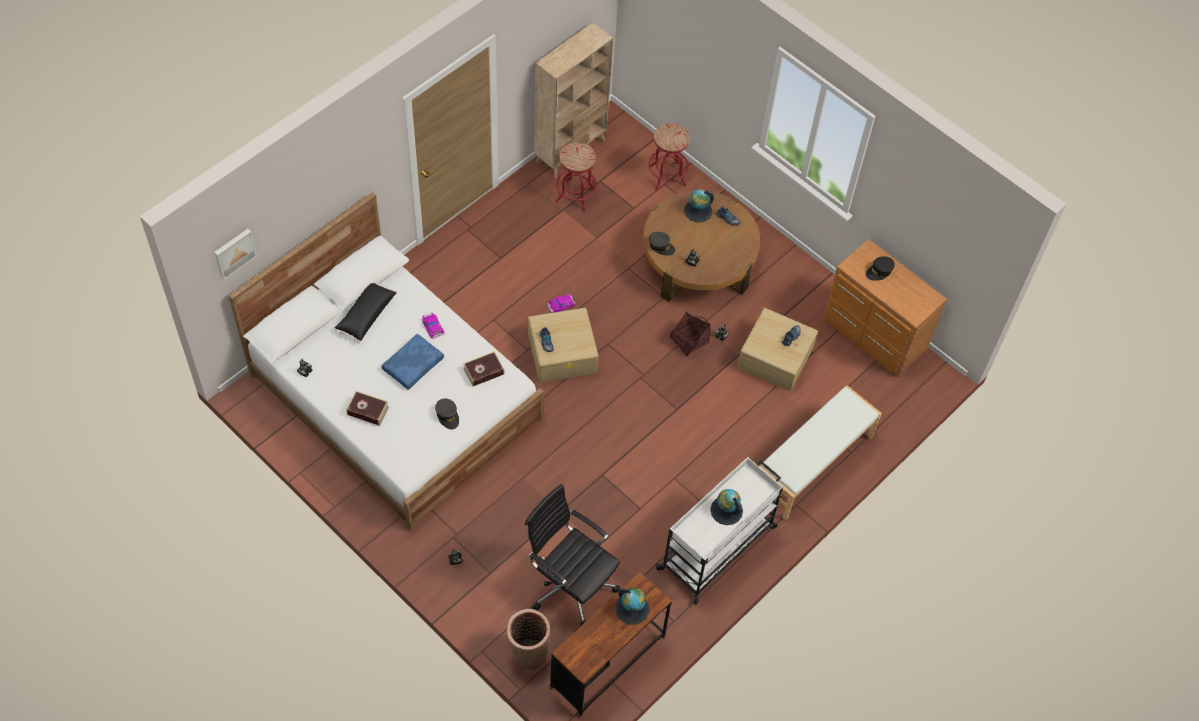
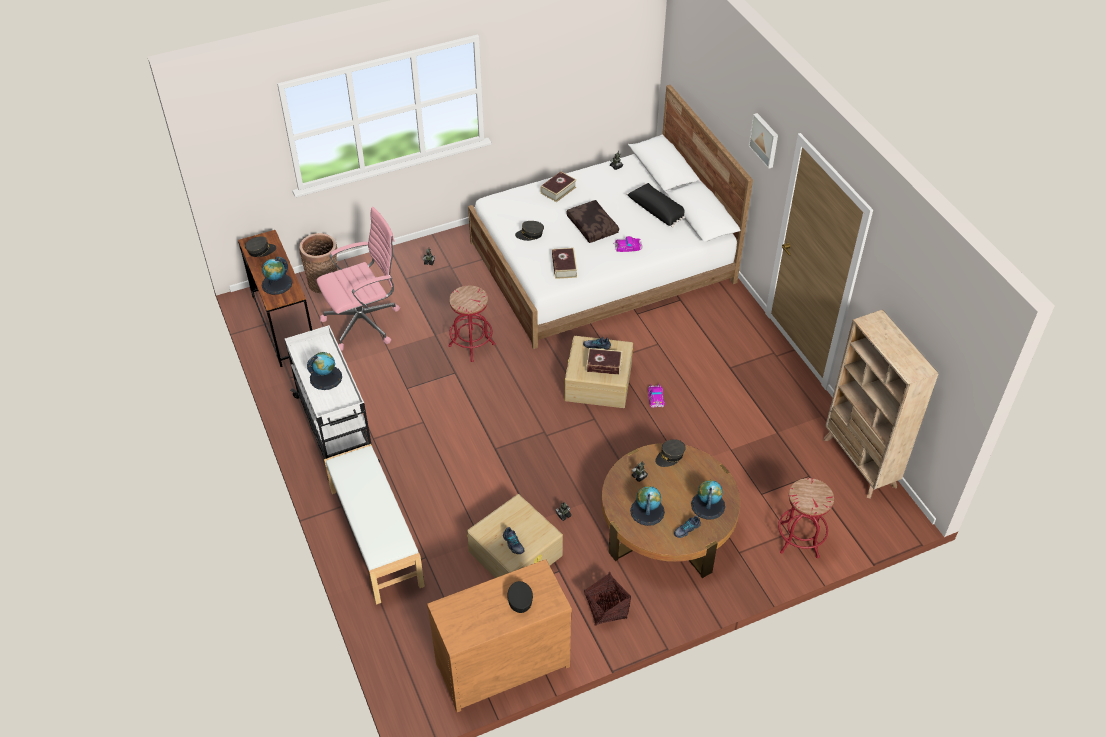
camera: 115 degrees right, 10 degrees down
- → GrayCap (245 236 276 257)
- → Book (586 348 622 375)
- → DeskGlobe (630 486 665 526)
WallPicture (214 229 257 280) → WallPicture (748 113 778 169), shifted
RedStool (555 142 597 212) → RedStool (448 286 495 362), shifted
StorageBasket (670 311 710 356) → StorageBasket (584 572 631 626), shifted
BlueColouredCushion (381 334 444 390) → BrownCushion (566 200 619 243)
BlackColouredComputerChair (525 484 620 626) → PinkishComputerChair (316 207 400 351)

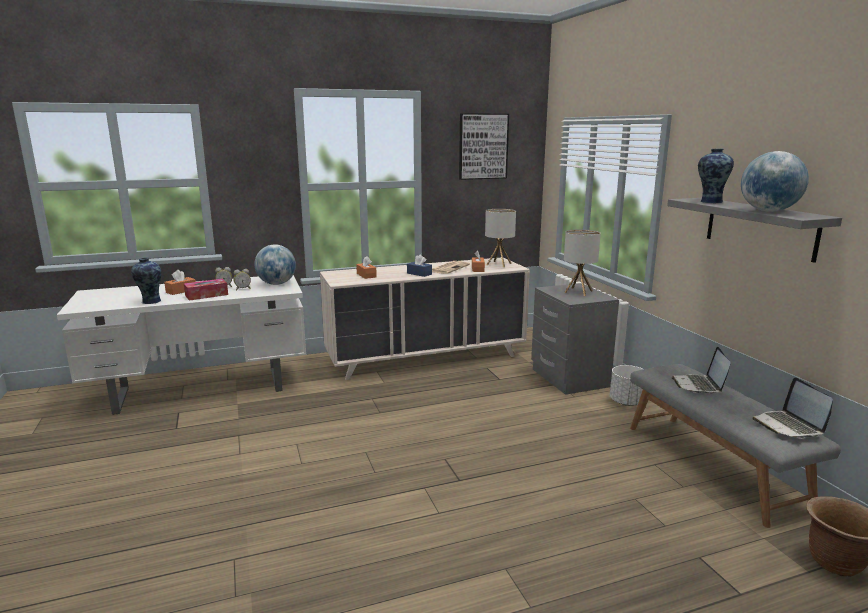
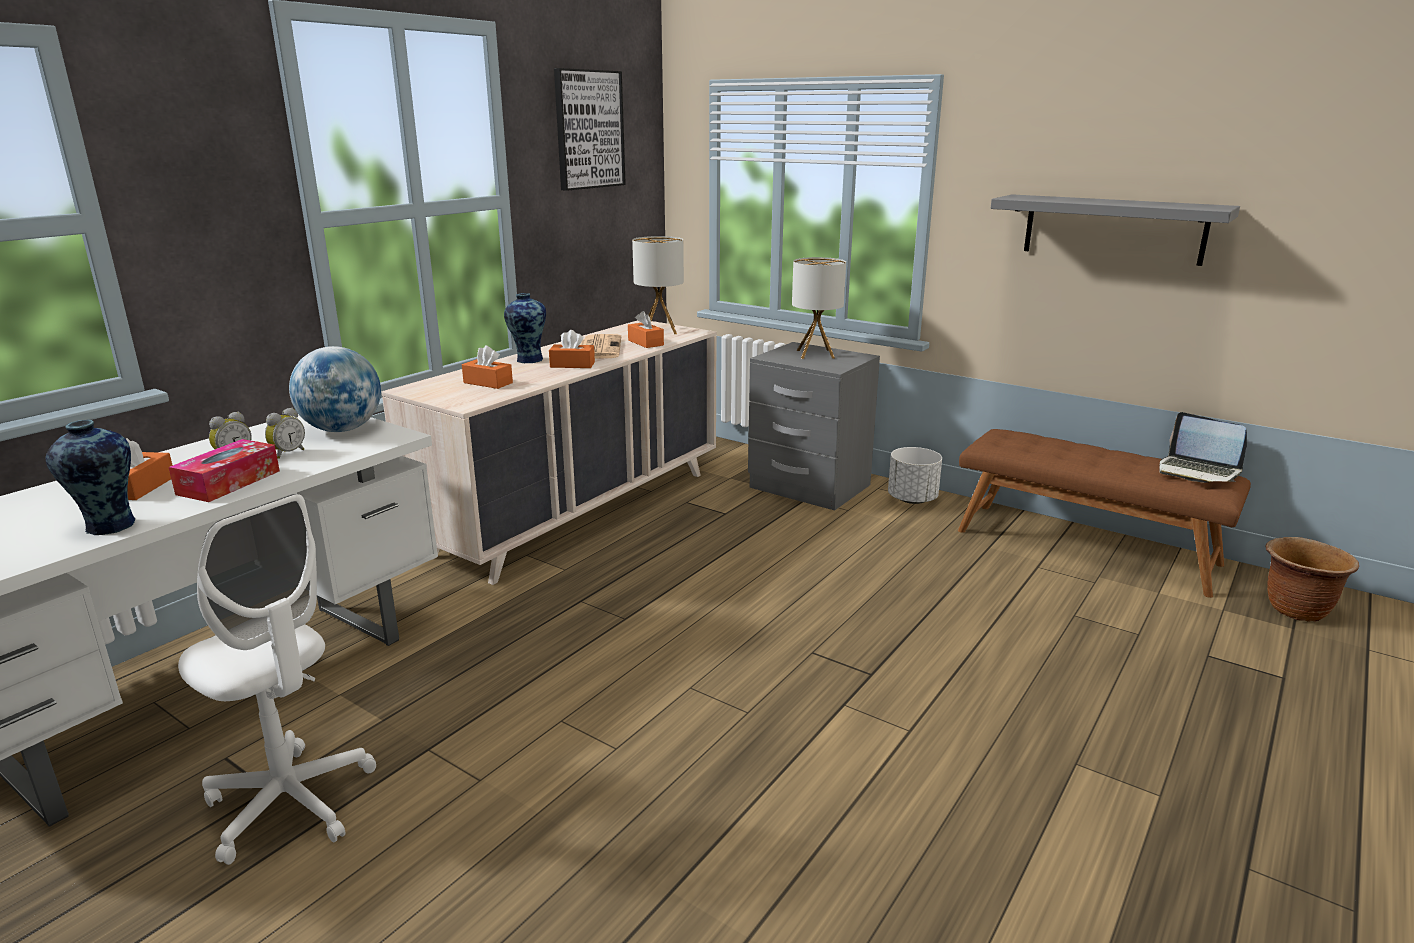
camera: 35 degrees left, 5 degrees up
Laptop (672 347 731 393) → -
DeskGlobe (741 151 809 212) → -
- → WhiteColouredComputerChair (178 494 376 865)
Vase (698 149 734 203) → Vase (504 293 546 363), shifted
BlueColouredTissueBox (407 255 432 277) → OrangeTissueBox (549 330 595 368)
GrayIndoorBench (630 364 841 528) → BrownIndoorBench (958 429 1251 598)

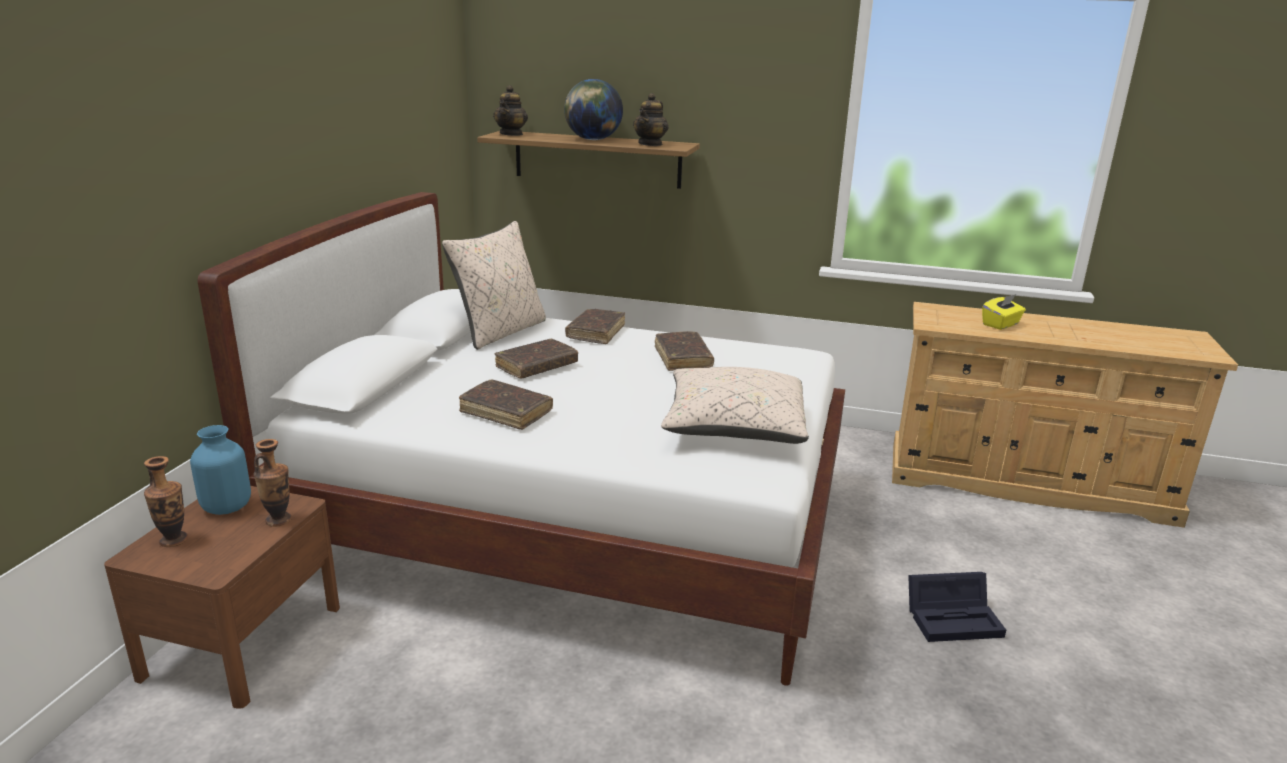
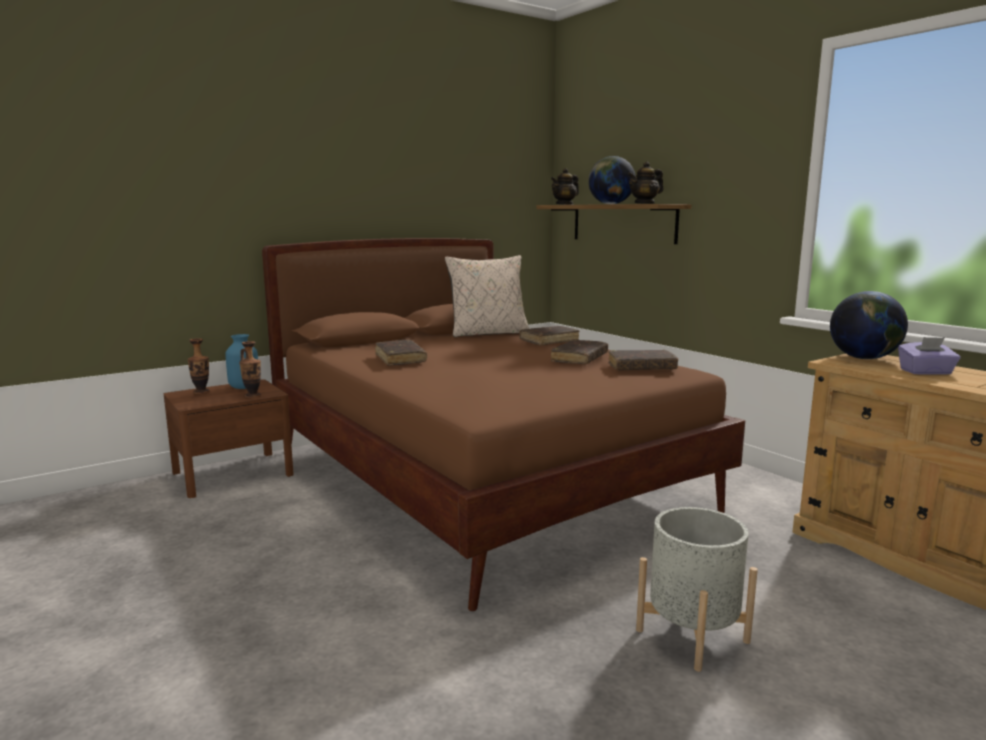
camera: 40 degrees right, 10 degrees down
SandColouredCushion (661 367 809 444) → -
- → DeskGlobe (830 291 908 359)
BrownBook (495 339 578 378) → BrownBook (608 350 678 371), shifted
BlackColouredStorageContainer (908 572 1006 642) → GrayFlowerPot (636 507 758 672)
WhiteColouredBedroomBed (198 192 845 686) → BrownBedroomBed (262 238 745 611)
YellowColouredTissueBox (982 294 1026 330) → PurpleTissueBox (898 337 960 375)

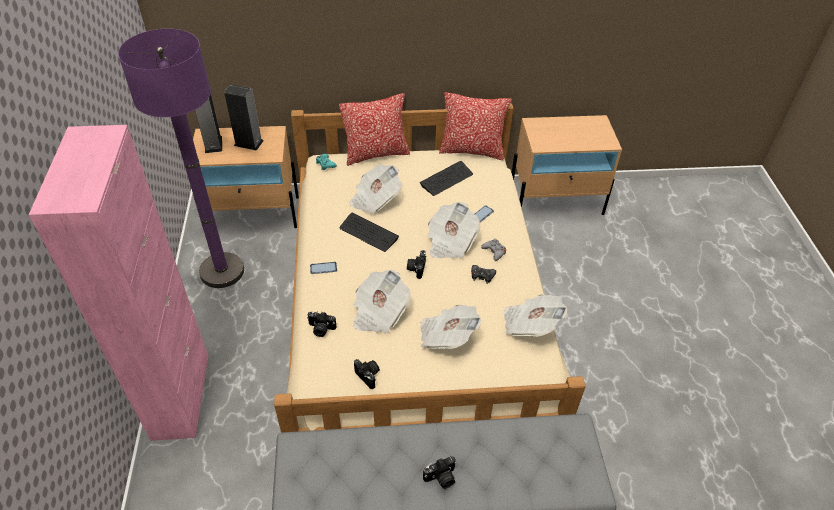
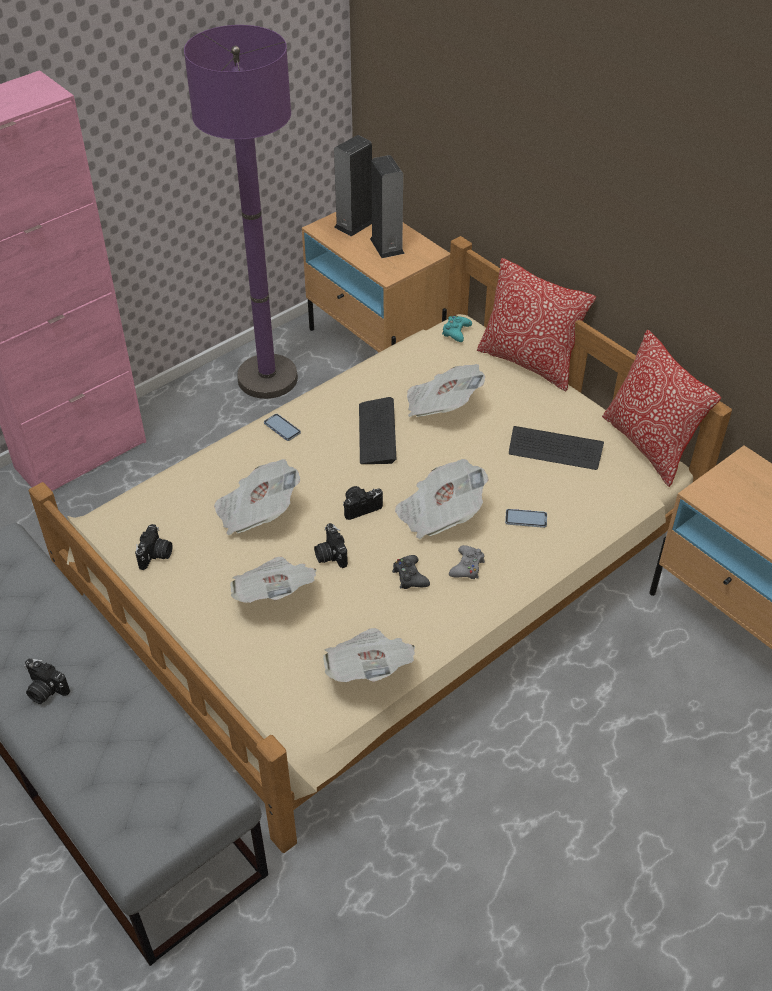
camera: 55 degrees right, 0 degrees up
PhotoCamera (307 311 337 337) → PhotoCamera (314 523 348 568), shifted

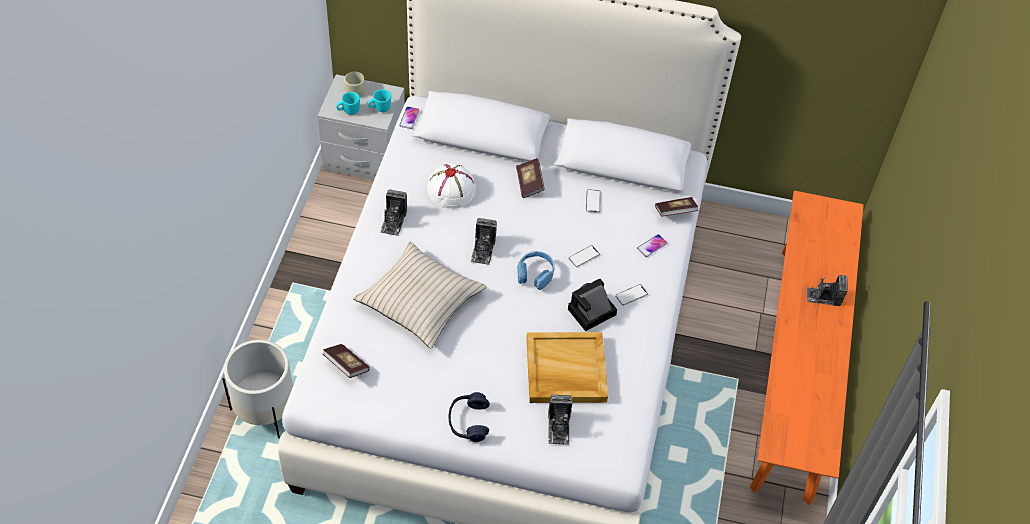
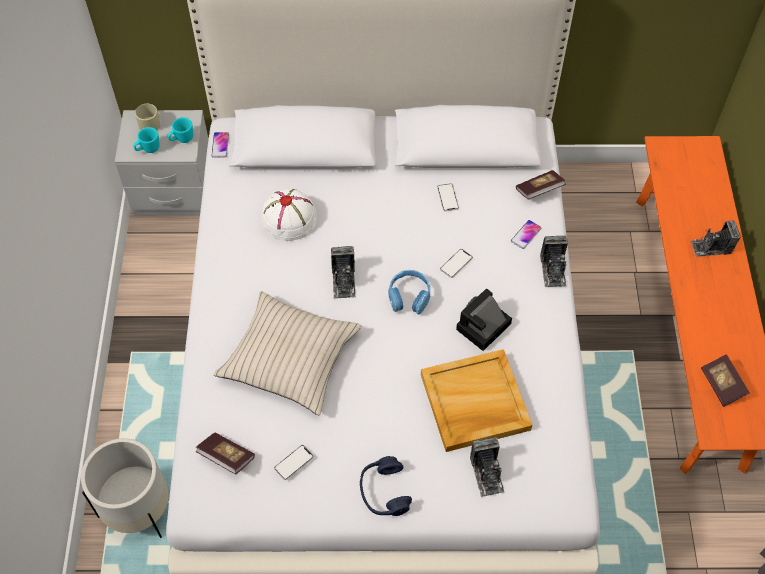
camera: 10 degrees left, 5 degrees up
PhotoCamera (380 189 407 236) → PhotoCamera (540 236 568 287), shifted
Book (516 158 545 198) → Book (701 354 750 407), shifted
Handset (615 284 648 306) → Handset (274 445 314 480), shifted

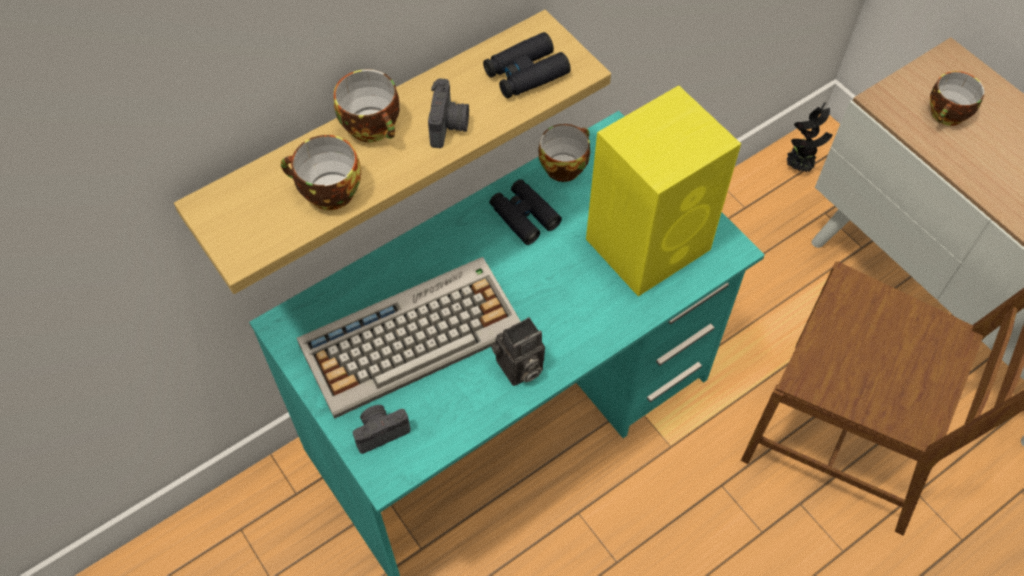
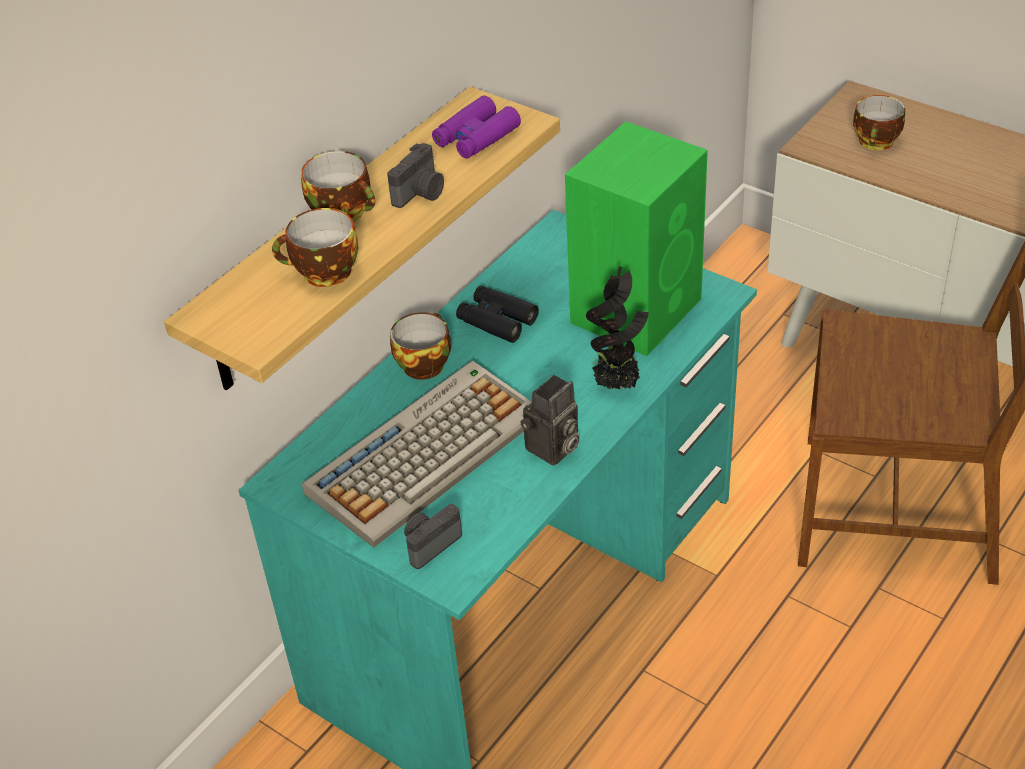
camera: 15 degrees left, 15 degrees down
SmallCup (538 124 590 182) → SmallCup (390 313 451 380), shifted
PottedPlant (787 102 833 172) → PottedPlant (586 266 649 389), shifted
BlackColouredFieldGlasses (483 32 571 98) → PurpleFieldGlasses (432 95 521 159)
YellowColouredAudioSpeaker (586 85 741 296) → GreenColouredAudioSpeaker (565 121 708 356)
PhotoCamera (428 78 469 148) → PhotoCamera (387 143 444 208), 45 degrees clockwise

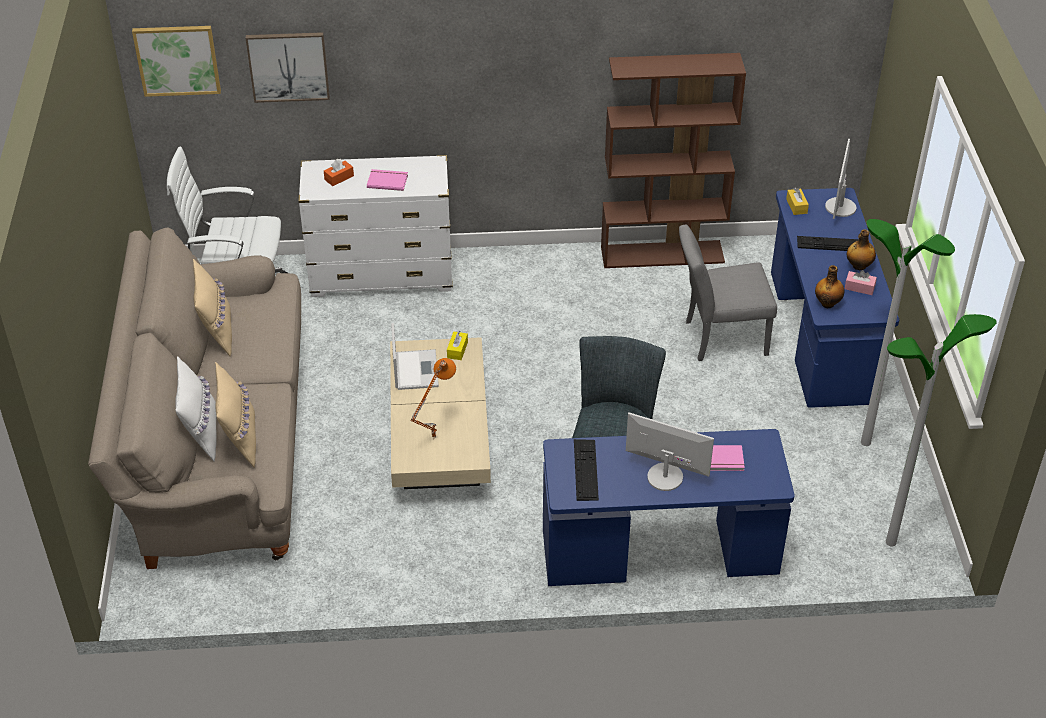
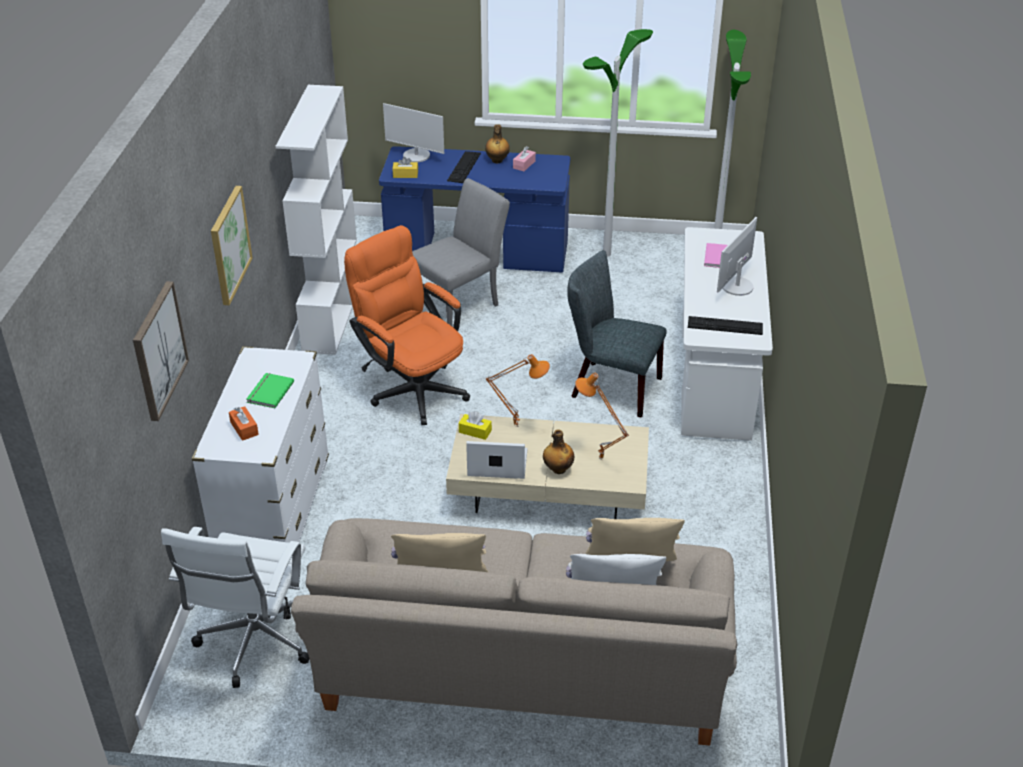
camera: 80 degrees left, 5 degrees down
- → OrangeComputerChair (344 225 470 425)
- → OrangeTableLamp (485 354 550 427)
WallPicture (132 26 221 97) → WallPicture (211 186 253 305), shifted
Bottle (815 265 844 308) → Bottle (543 429 574 474), shifted
PinkishBook (367 169 408 191) → GreenColouredBook (247 373 294 408)
BlueColouredDesk (543 429 795 586) → WhiteColouredDesk (681 227 773 441)
BrownBookcase (601 53 746 268) → WhiteColouredBookcase (275 85 357 355)
GrayChair (679 225 777 361) → GrayChair (412 178 510 326), 135 degrees counterclockwise

